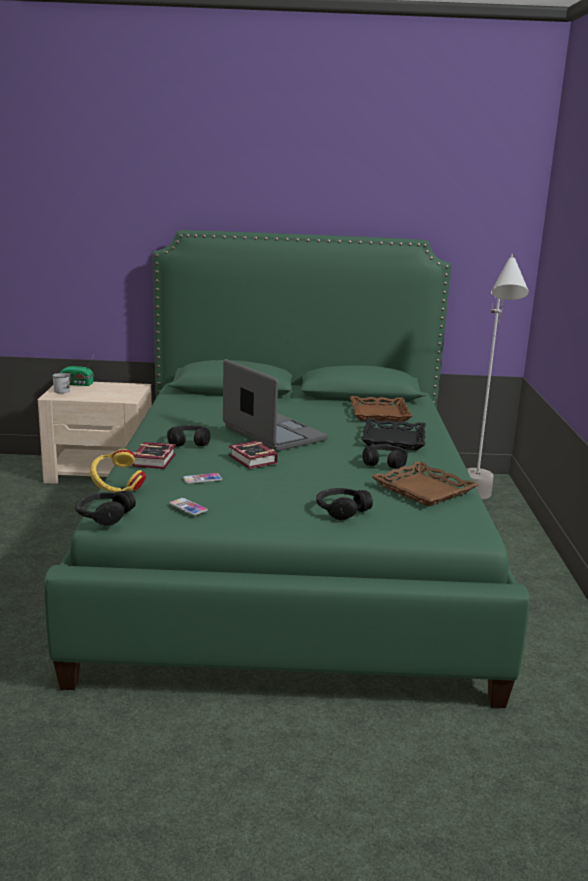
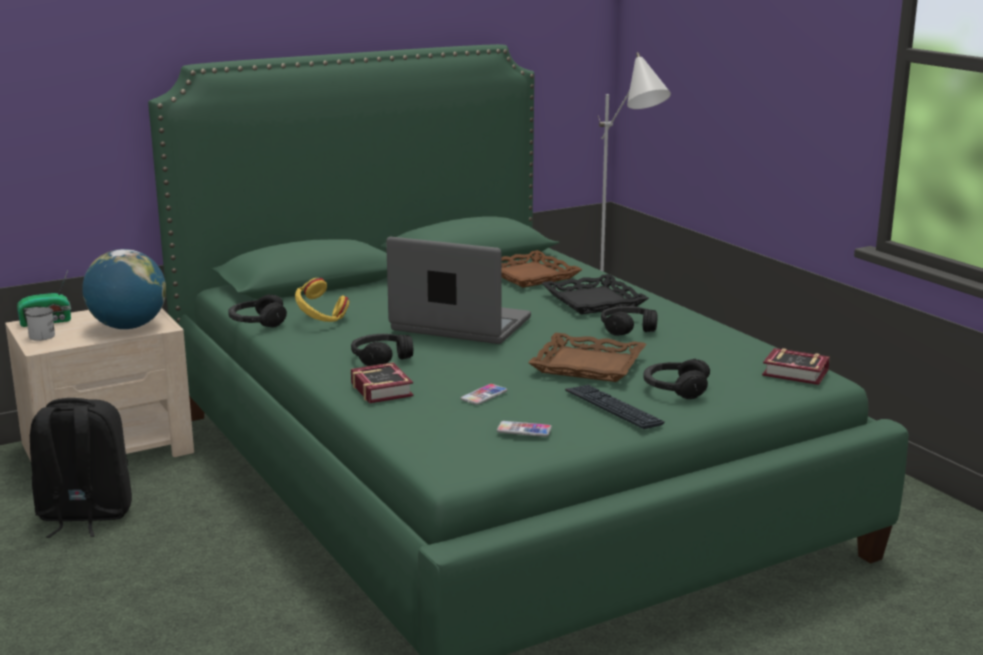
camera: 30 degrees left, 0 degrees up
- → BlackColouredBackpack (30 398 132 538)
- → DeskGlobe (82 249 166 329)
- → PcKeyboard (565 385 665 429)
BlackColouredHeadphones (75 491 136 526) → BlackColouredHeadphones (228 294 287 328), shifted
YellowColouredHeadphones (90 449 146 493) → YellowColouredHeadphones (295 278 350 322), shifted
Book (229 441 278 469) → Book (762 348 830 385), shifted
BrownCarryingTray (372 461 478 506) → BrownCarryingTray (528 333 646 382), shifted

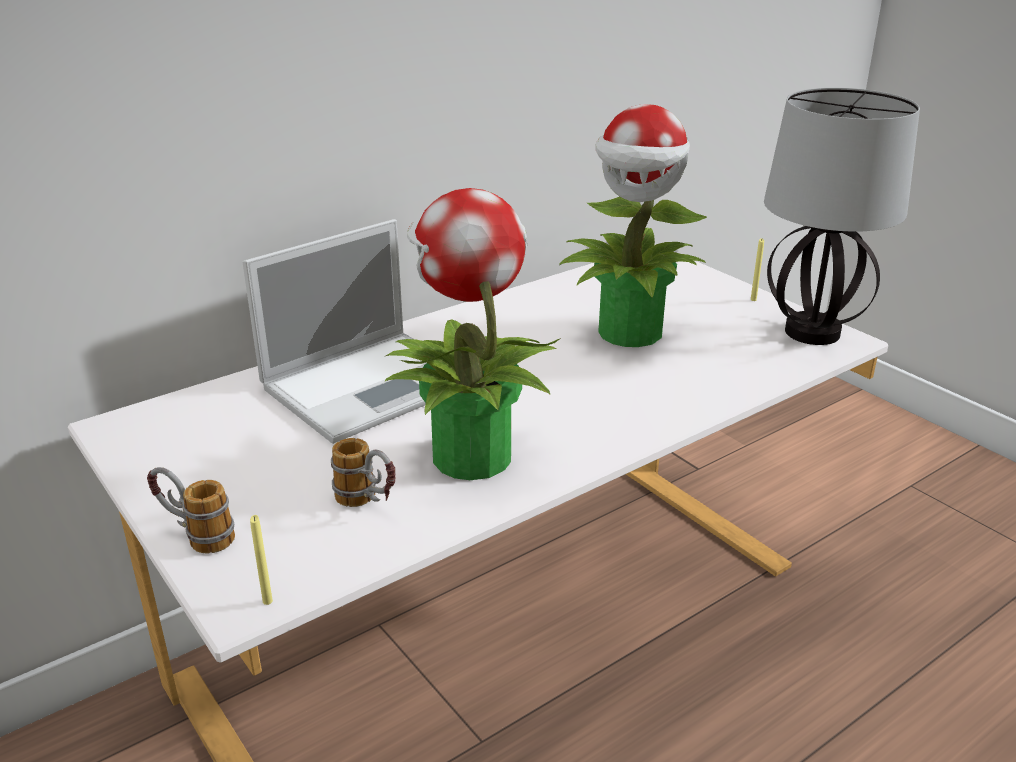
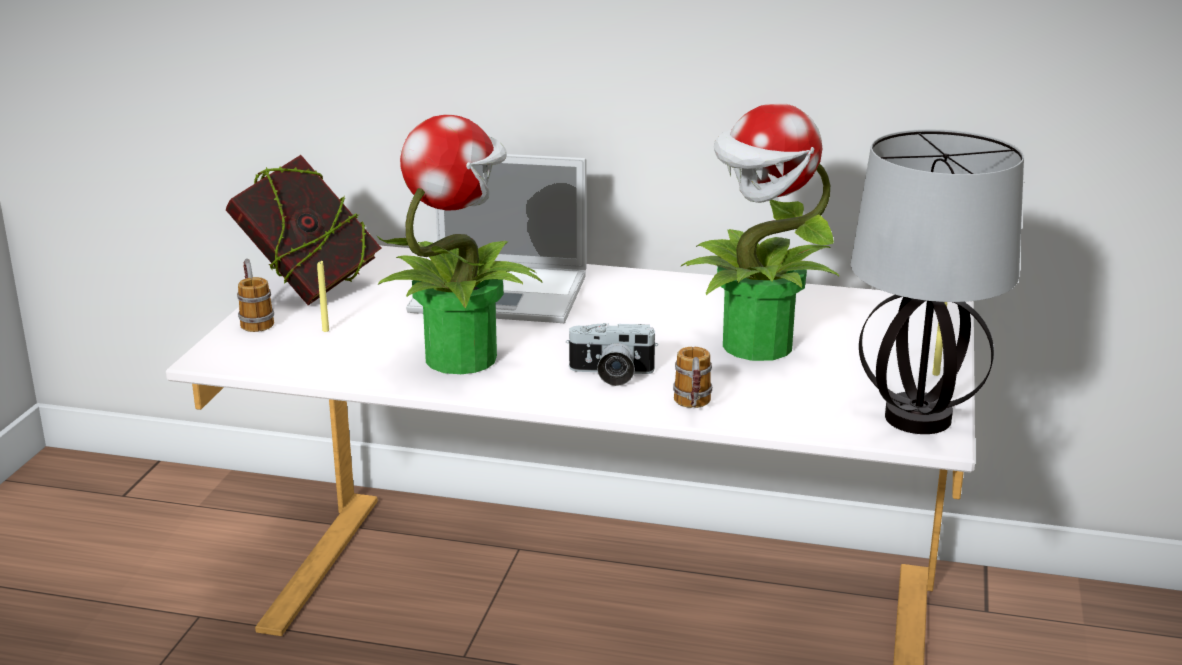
camera: 50 degrees right, 5 degrees down
- → Book (226 155 381 305)
- → PhotoCamera (566 323 658 386)
YellowColouredCandle (250 515 273 605) → YellowColouredCandle (317 261 329 332), shifted
CoffeeMug (331 438 396 507) → CoffeeMug (673 346 712 408), shifted

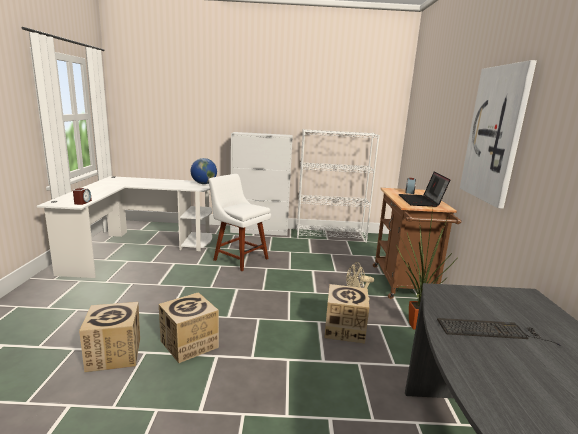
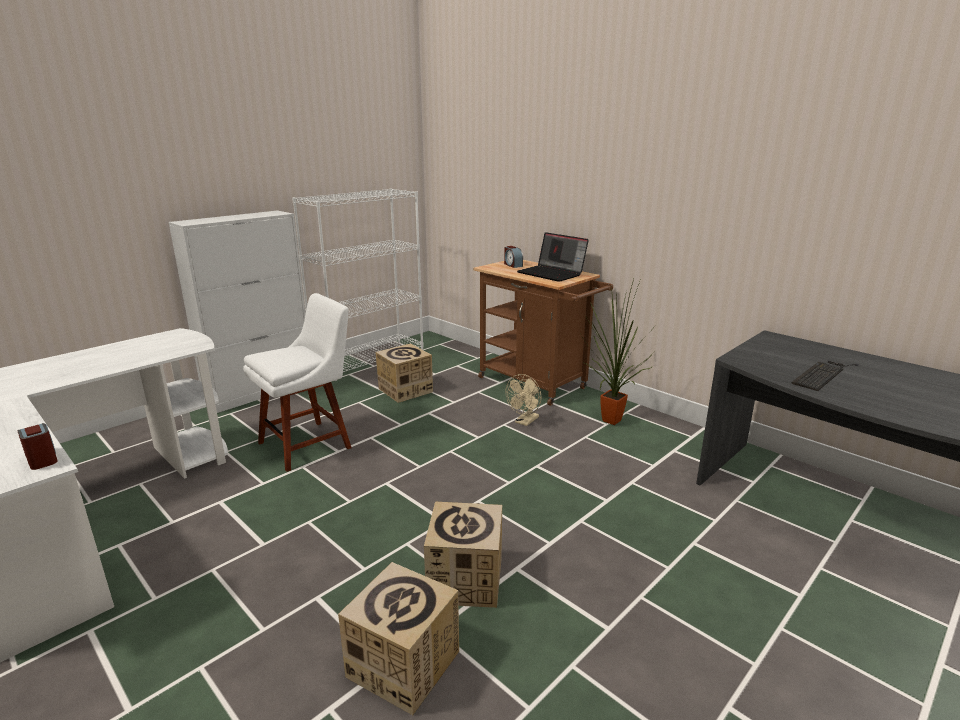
camera: 45 degrees left, 5 degrees up
DeskGlobe (191 158 217 184) → -
WallPicture (460 60 537 209) → -
PackingBox (324 284 369 343) → PackingBox (375 343 433 403), shifted
WhiteColouredChair (209 174 271 271) → WhiteColouredChair (243 293 352 472), 150 degrees clockwise

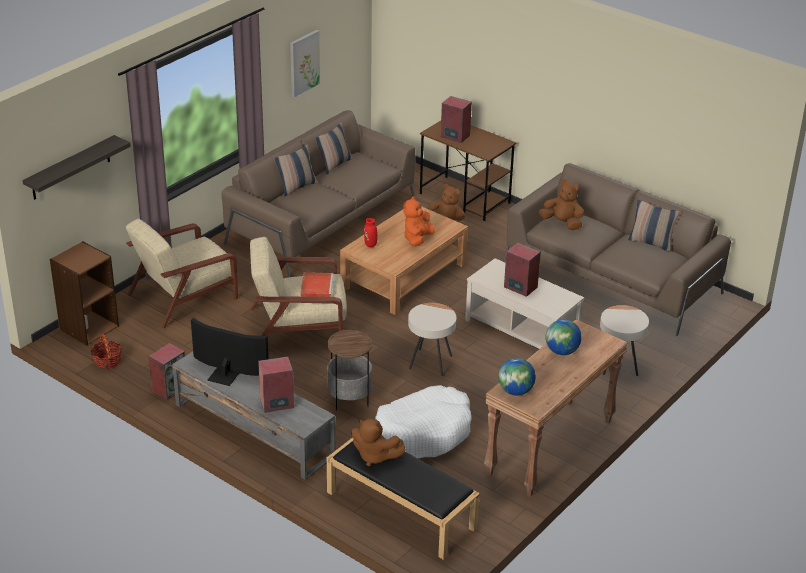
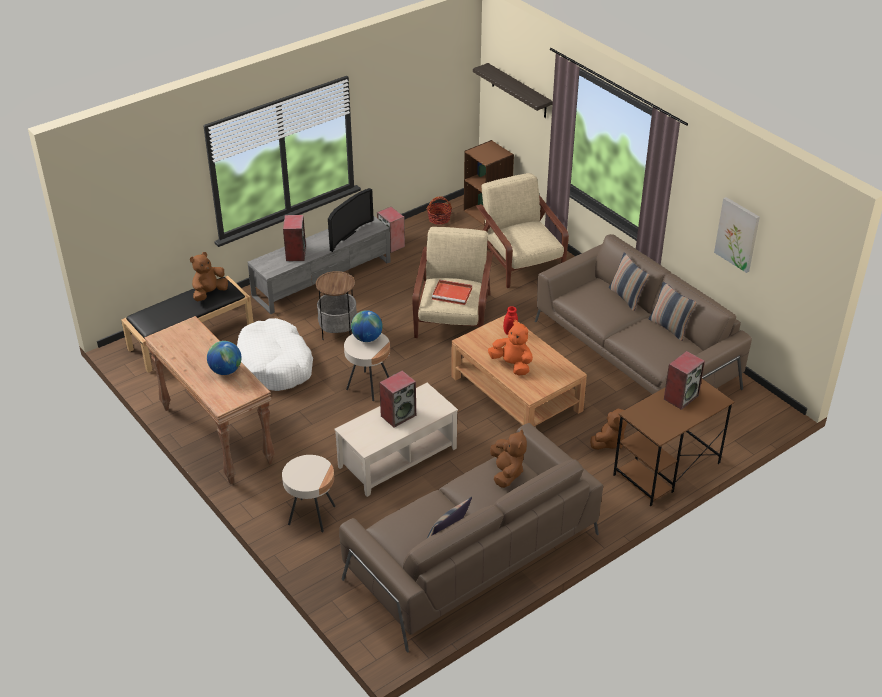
camera: 105 degrees right, 5 degrees up
DeskGlobe (498 358 536 396) → DeskGlobe (351 310 383 342), shifted
BrownCuddlyToy (538 179 584 230) → BrownCuddlyToy (490 429 527 488), 45 degrees counterclockwise

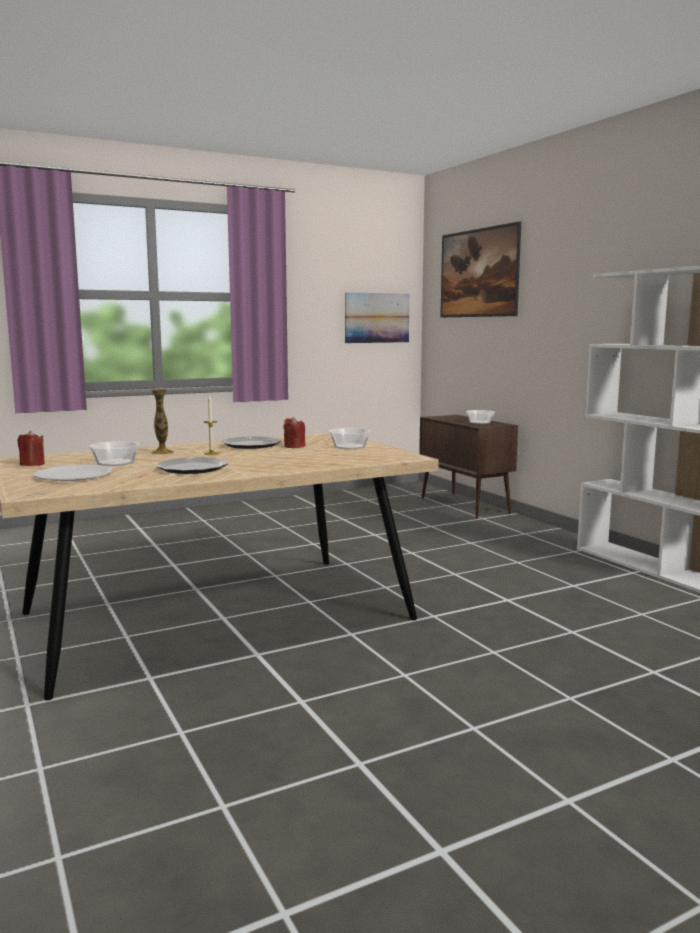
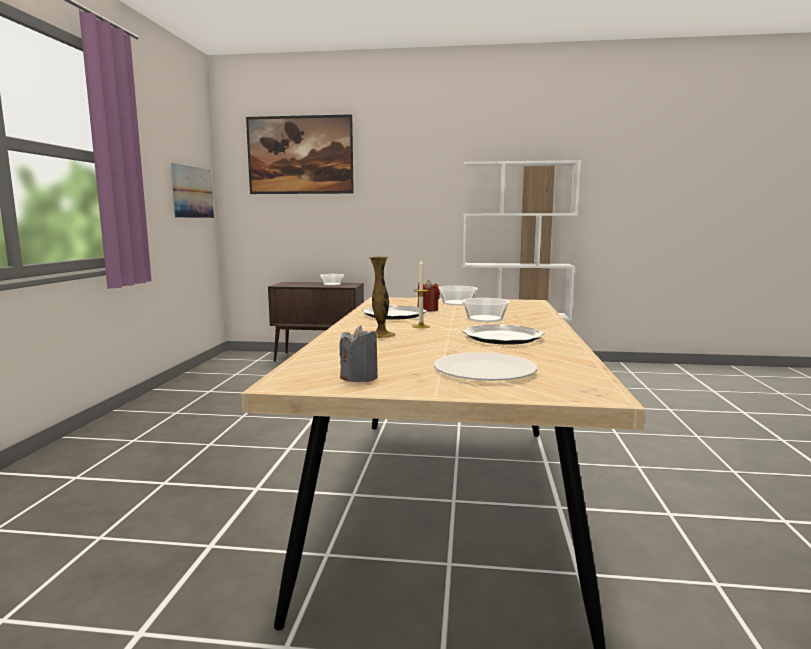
camera: 55 degrees left, 0 degrees up
DeepDish (89 441 139 466) → DeepDish (462 298 510 322), shifted
RedCandle (18 430 45 466) → GrayCandle (339 325 378 382)

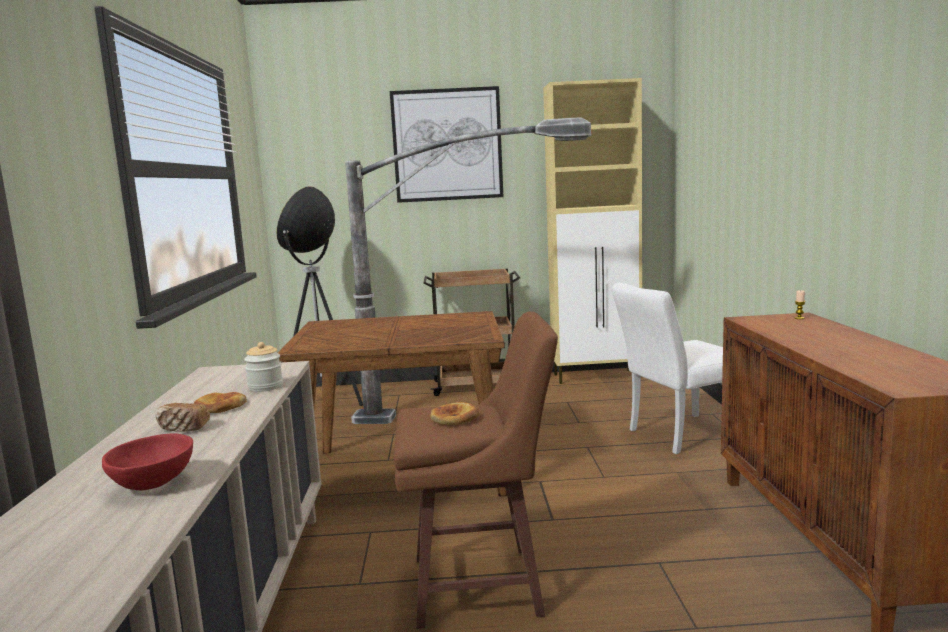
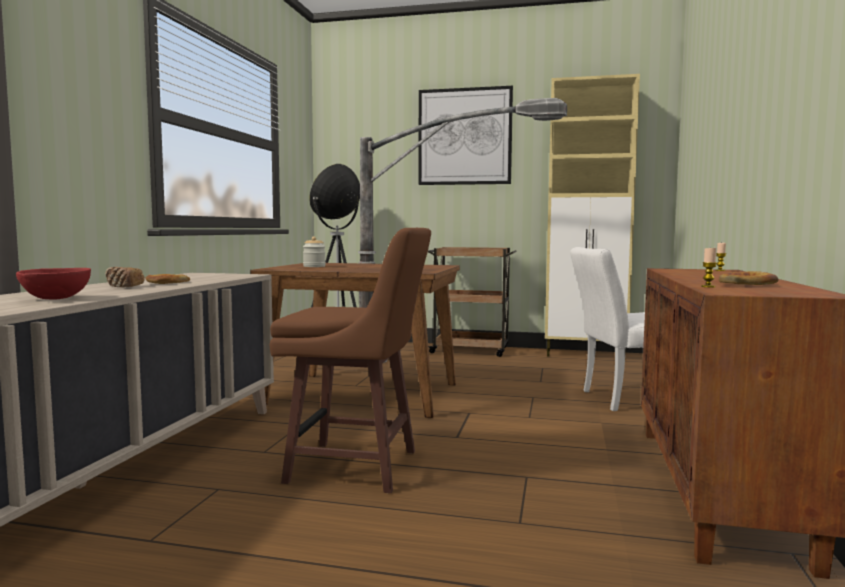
camera: 15 degrees right, 5 degrees down
- → Candle (701 247 717 287)
Jar (244 342 283 392) → Jar (303 237 326 267), shifted
BakeryBread (430 402 479 425) → BakeryBread (719 271 779 285), shifted

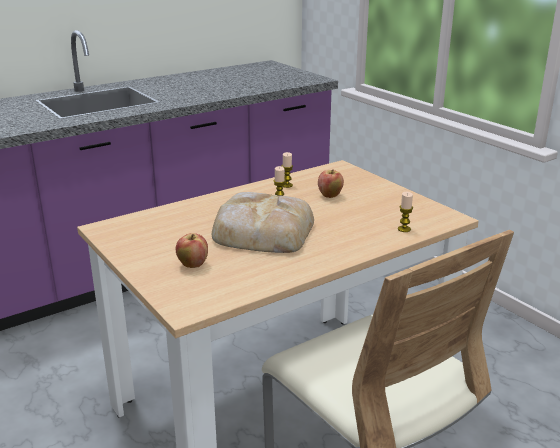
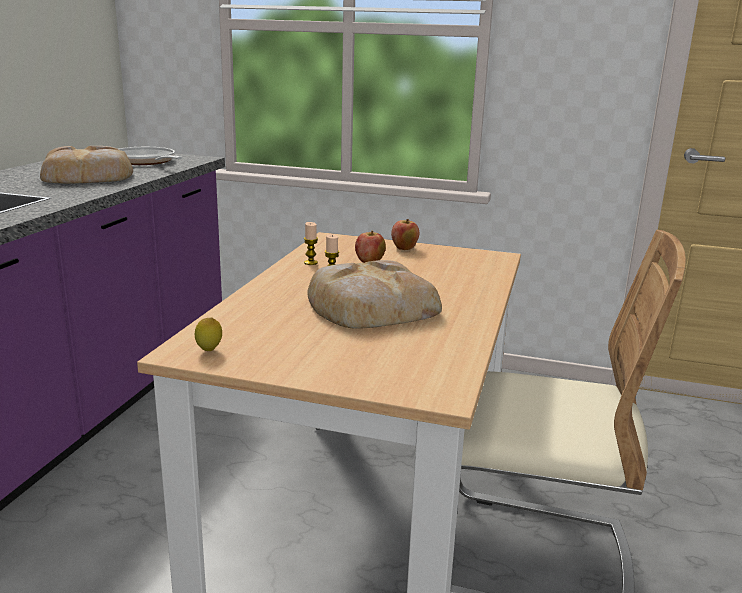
camera: 40 degrees left, 5 degrees down
Candle (398 192 413 232) → -
- → BakeryBread (40 146 133 183)
- → FryingPan (119 147 182 165)
- → CitrusFruit (195 318 222 351)
AppleFruit (176 233 208 268) → AppleFruit (391 219 419 250), shifted

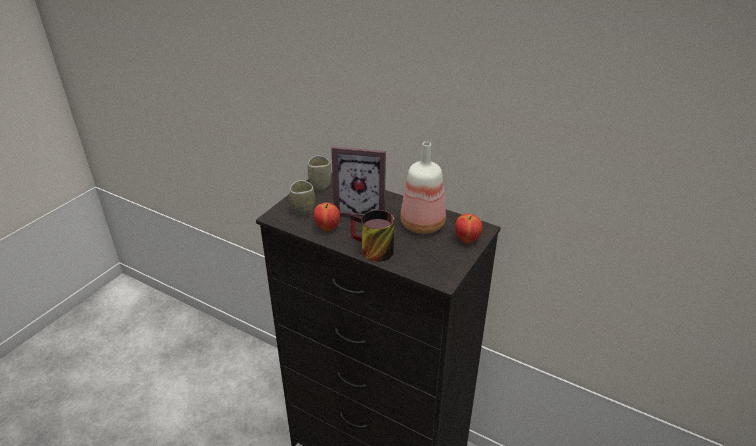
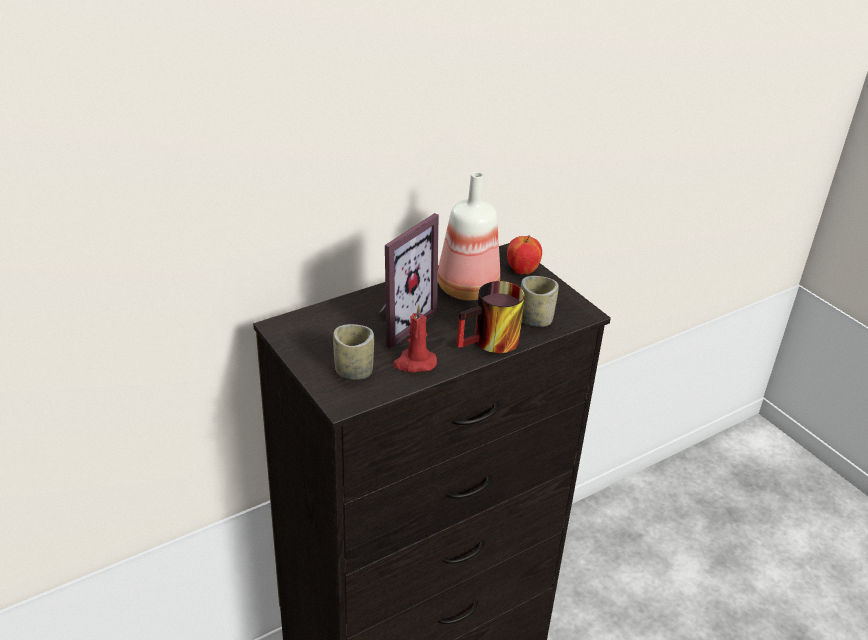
camera: 65 degrees left, 0 degrees up
SmallCup (308 155 332 190) → SmallCup (521 276 559 327), shifted
AppleFruit (313 202 340 232) → RedCandle (393 304 437 372)

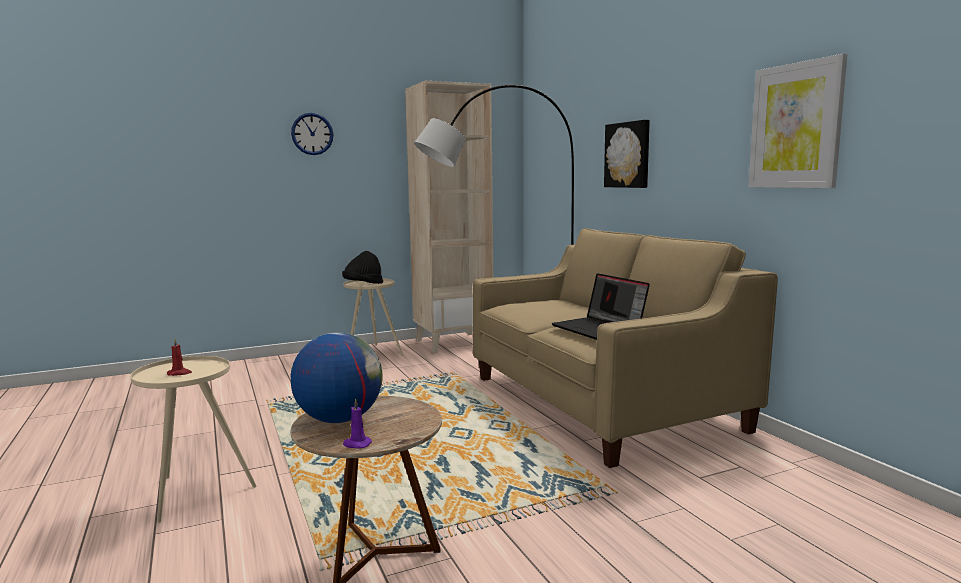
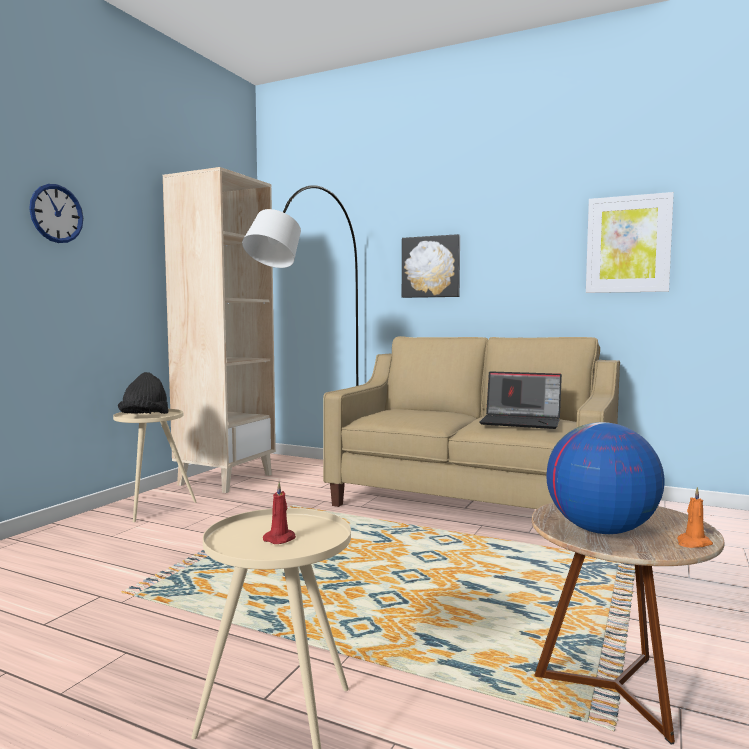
camera: 40 degrees left, 5 degrees down
PurpleCandle (343 398 372 449) → OrangeCandle (677 487 713 548)

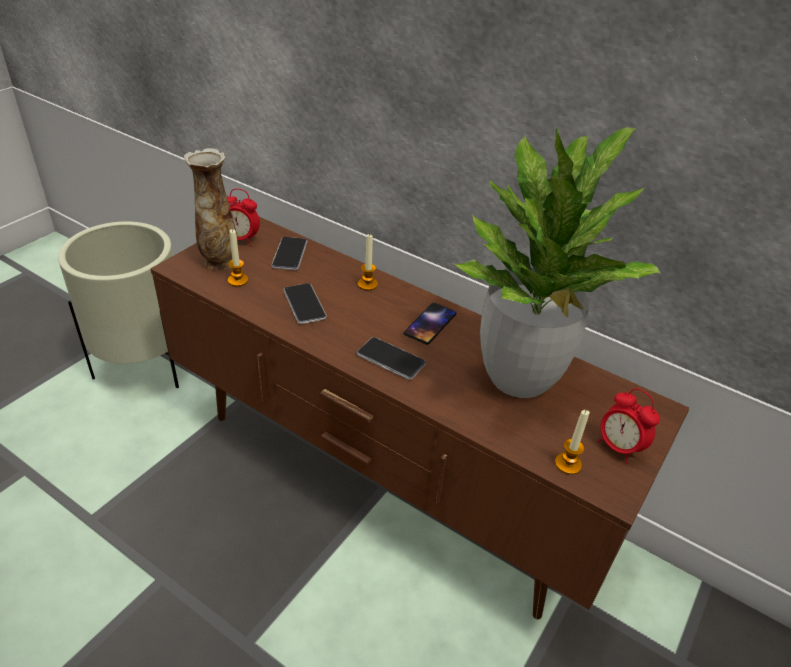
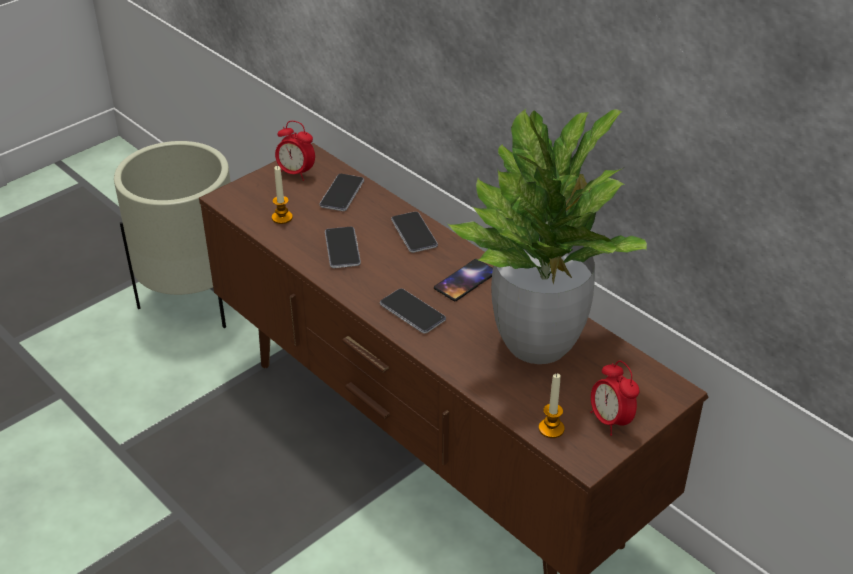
camera: 15 degrees right, 0 degrees up
Vase (184 148 238 270) → -
Candle (358 234 378 290) → Handset (391 211 438 253)

